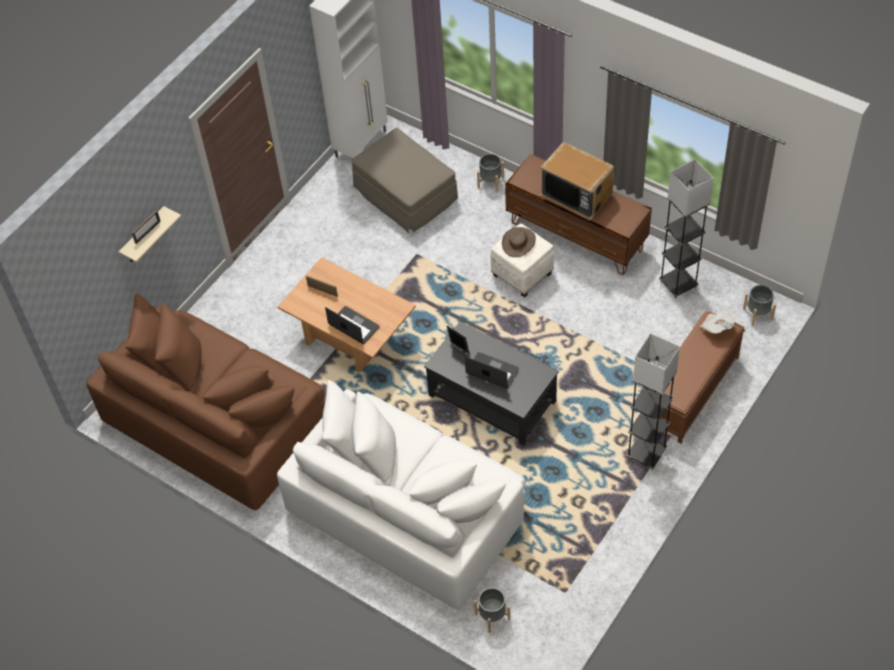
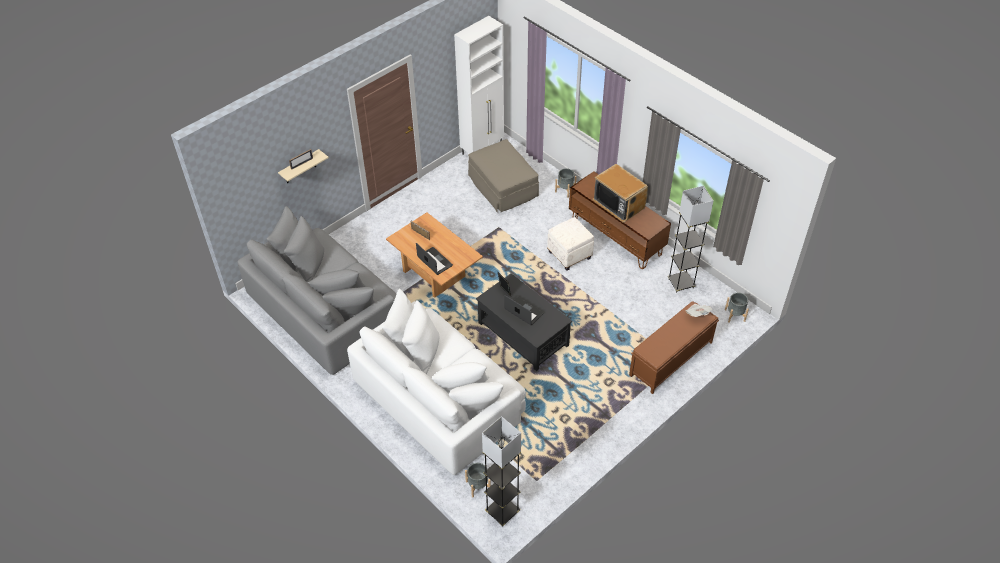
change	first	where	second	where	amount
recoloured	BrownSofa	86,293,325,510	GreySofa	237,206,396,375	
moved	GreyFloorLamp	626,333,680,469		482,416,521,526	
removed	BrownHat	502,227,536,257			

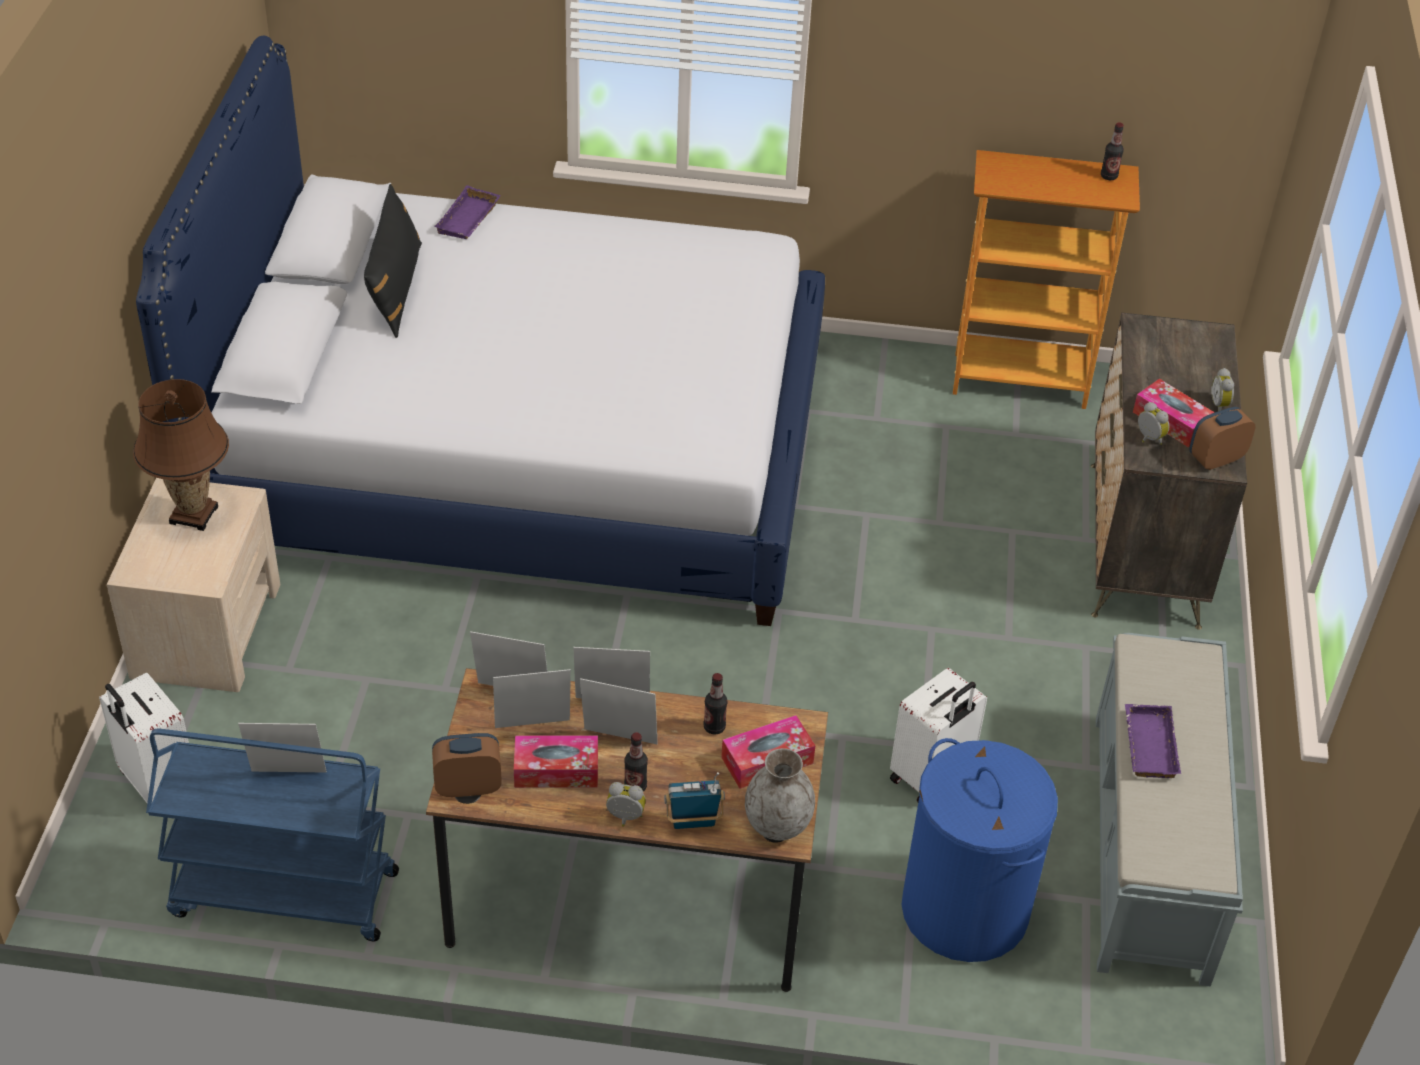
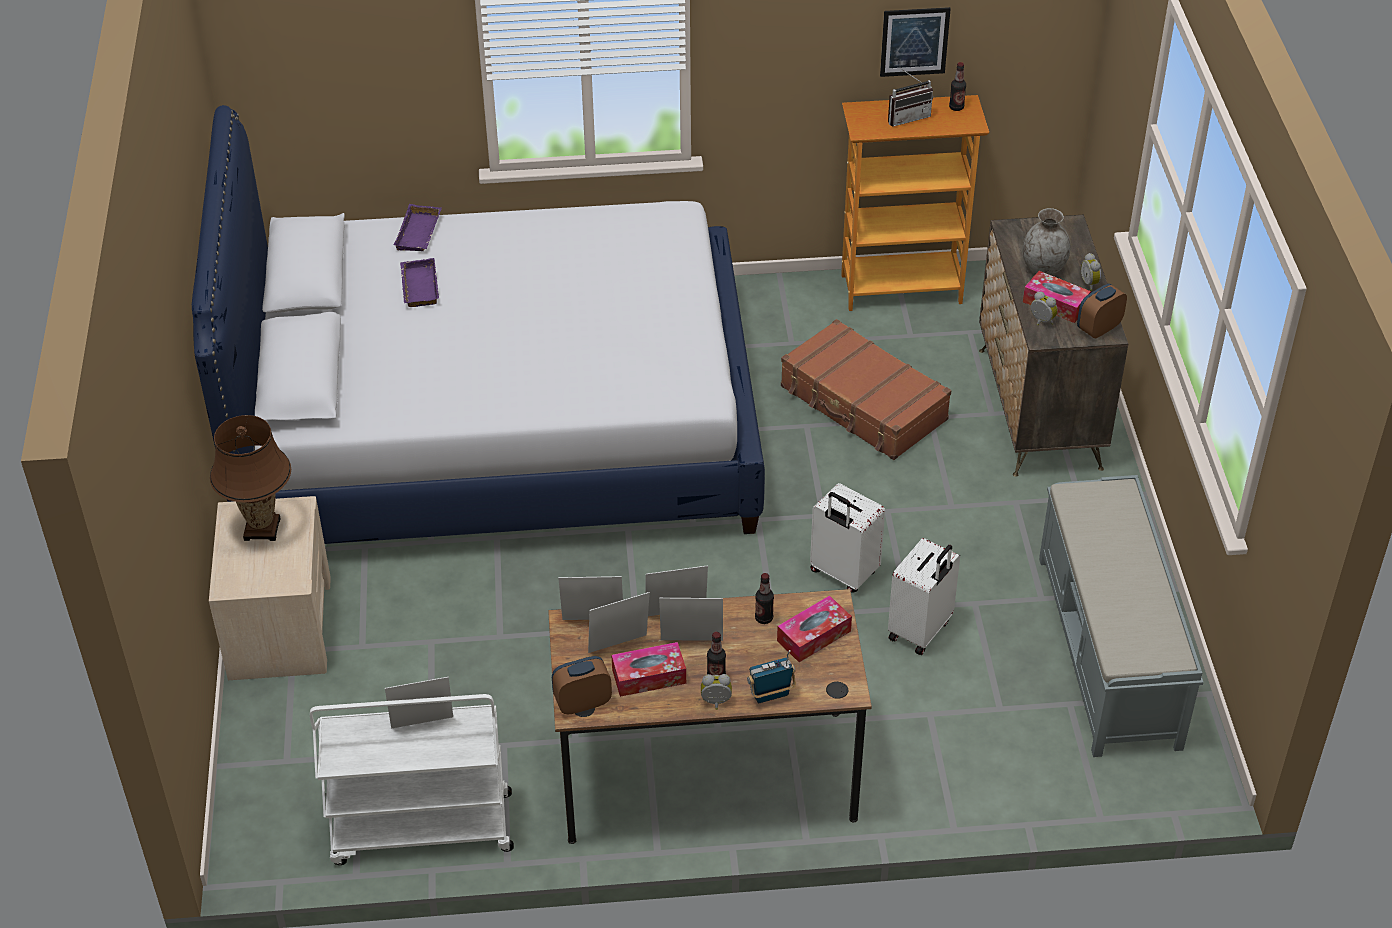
change	first	where	second	where	amount
recoloured	BlueCart	146,729,399,941	WhiteCart	310,694,514,865	
moved	PurpleTray	1125,704,1181,778		400,258,439,307	
added			BrownSuitcase	781,319,951,460	
moved	WhiteSuitcase	99,673,189,803		810,483,885,593	
added			Picture	880,7,951,77	
added			Radio	888,68,933,127	
moved	GreyVase	745,748,815,840		1022,208,1070,275	
removed	BlackPillow	364,184,422,338			
removed	BlueLaundryBasket	901,738,1058,962			

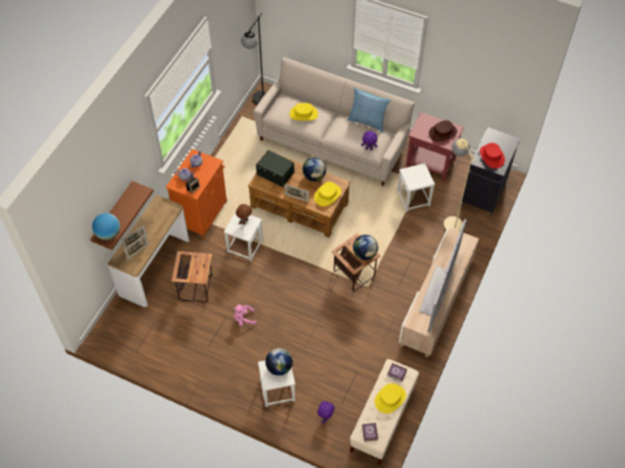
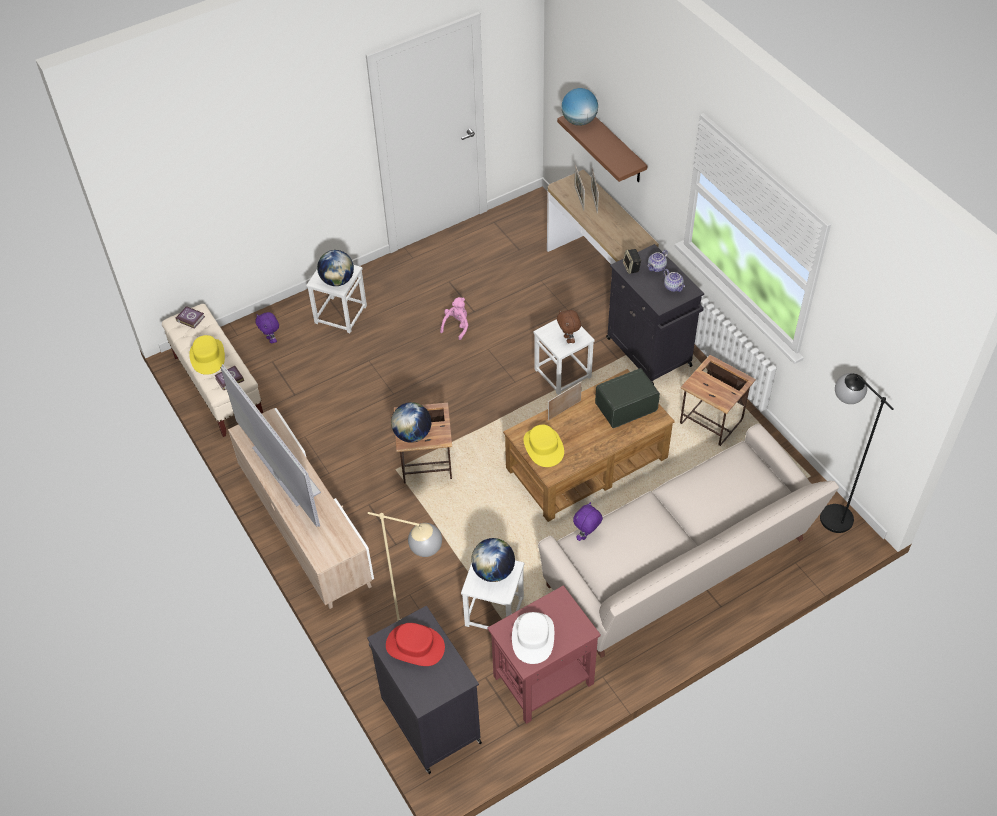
change	first	where	second	where	amount
moved	Globe	302,157,326,181		471,538,515,582	
recoloured	BrownHat	429,120,457,142	WhiteHat	512,612,554,664	
recoloured	OrangeCabinet	166,149,227,239	BlackCabinet	606,244,704,385	
moved	SideTable	172,251,212,302		680,355,756,446	
removed	YellowHat	290,103,318,121			
removed	Pillow	347,87,390,132			

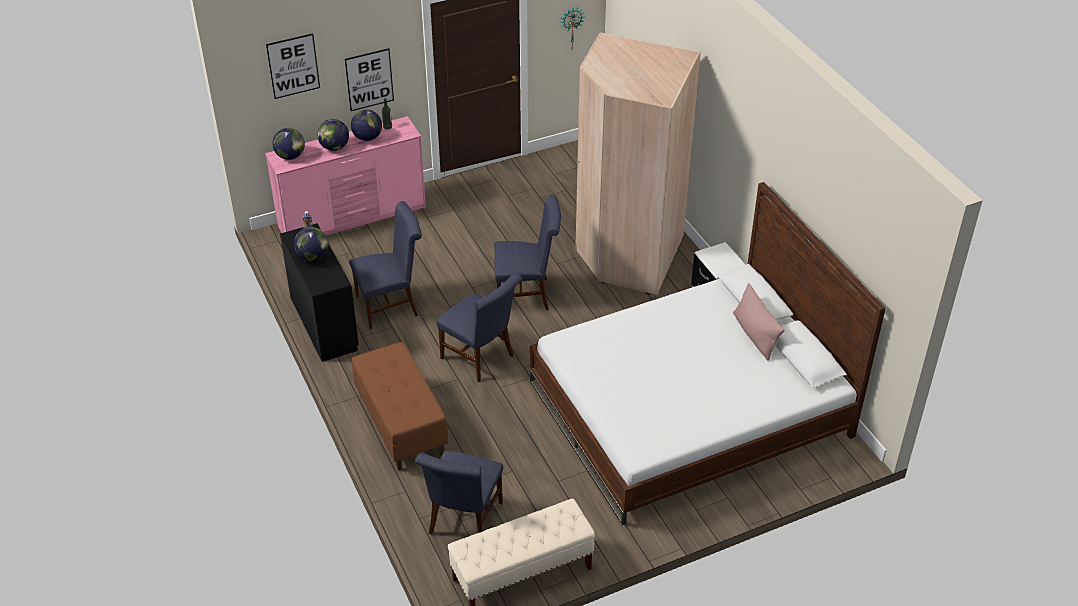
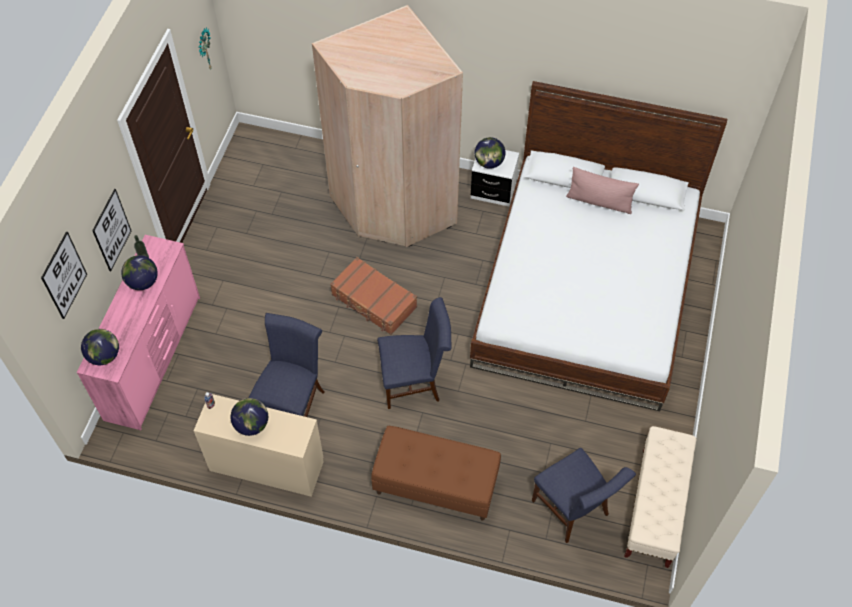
change	first	where	second	where	amount
recoloured	BlackDesk	280,223,359,362	BeigeDesk	194,394,324,497	
replaced	BlueChair	494,195,561,310	BrownSuitcase	330,257,417,335	
moved	Globe	317,119,349,151		475,137,506,169	

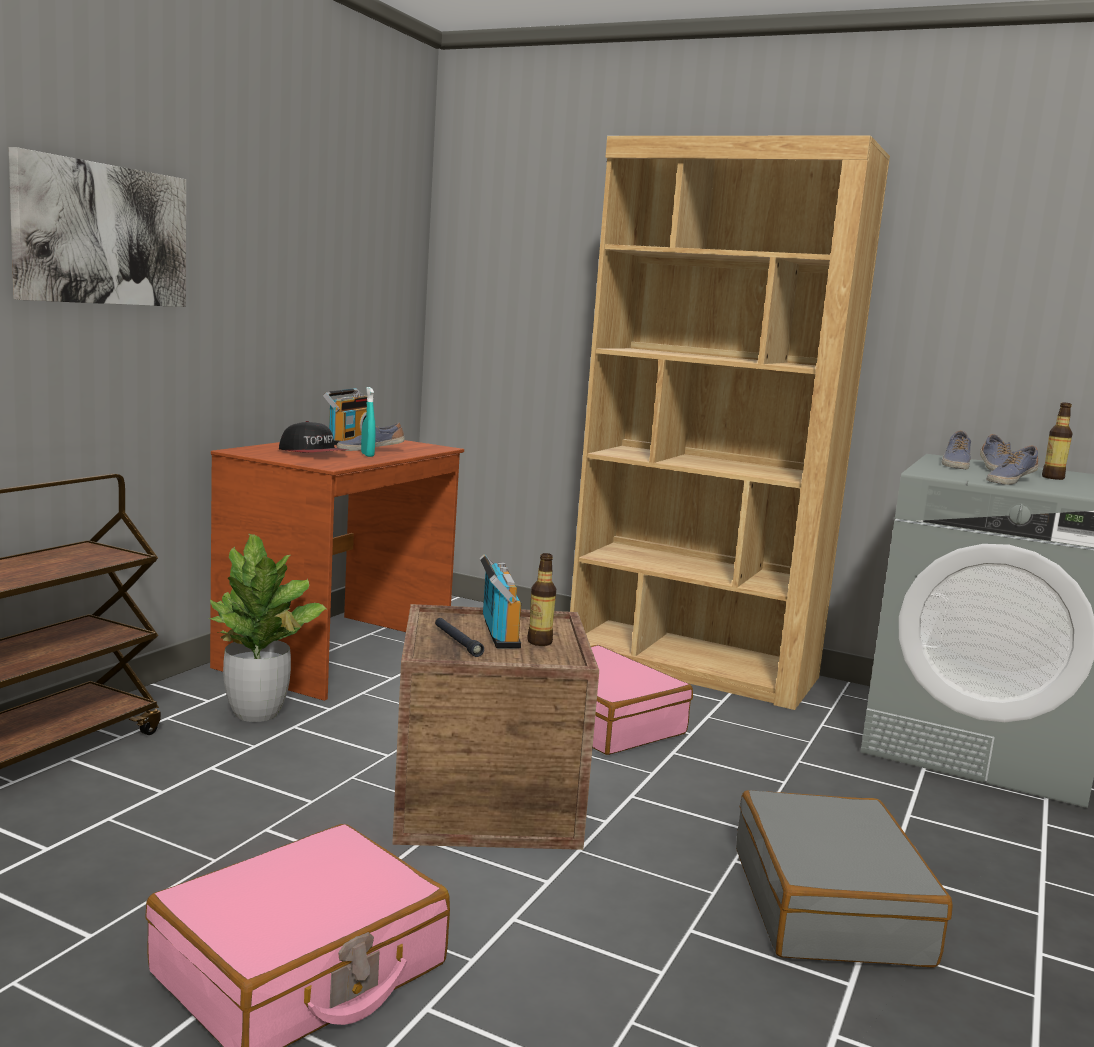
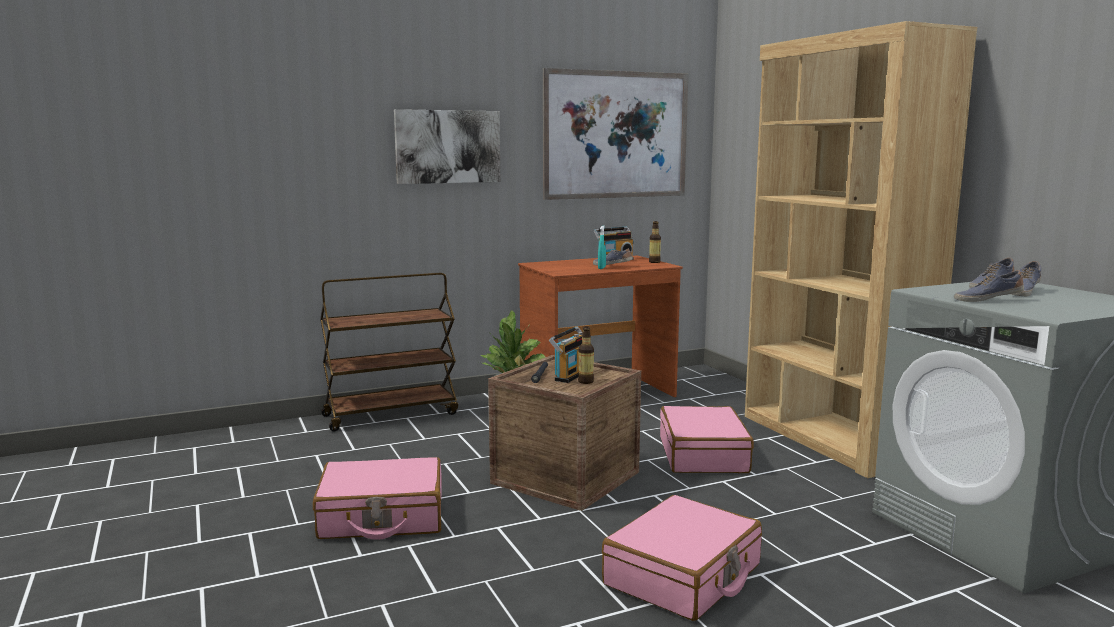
change	first	where	second	where	amount
added			Picture	543,68,688,200	
recoloured	GreySuitcase	736,790,953,968	PinkSuitcase	602,495,762,621	
moved	Bottle	1042,402,1073,480		649,221,661,263	
removed	Cap	279,421,348,452			

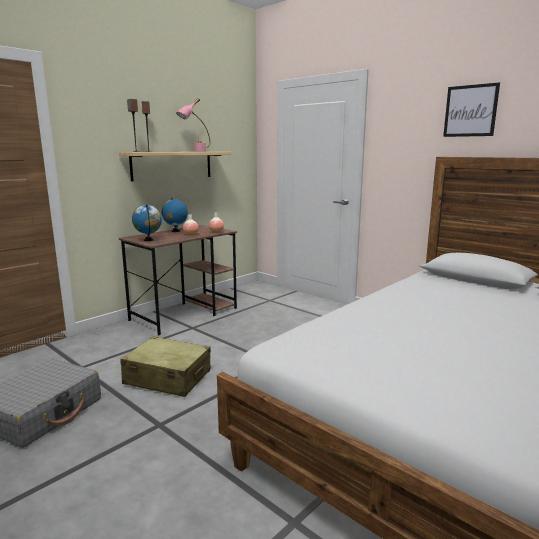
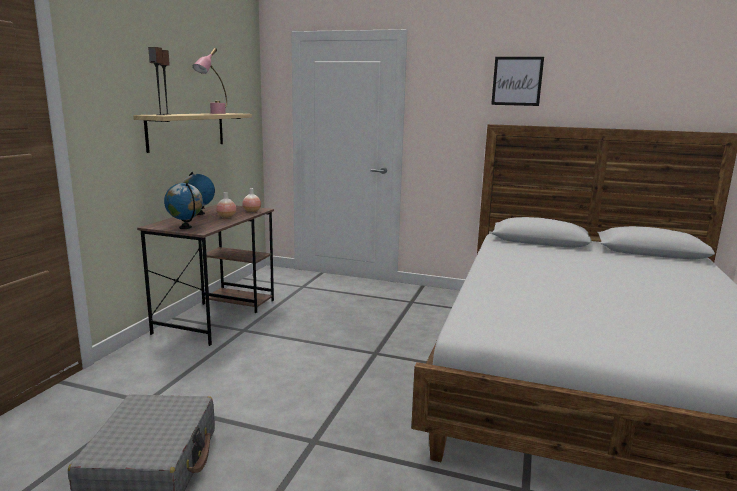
change	first	where	second	where	amount
removed	BeigeSuitcase	120,336,211,397			

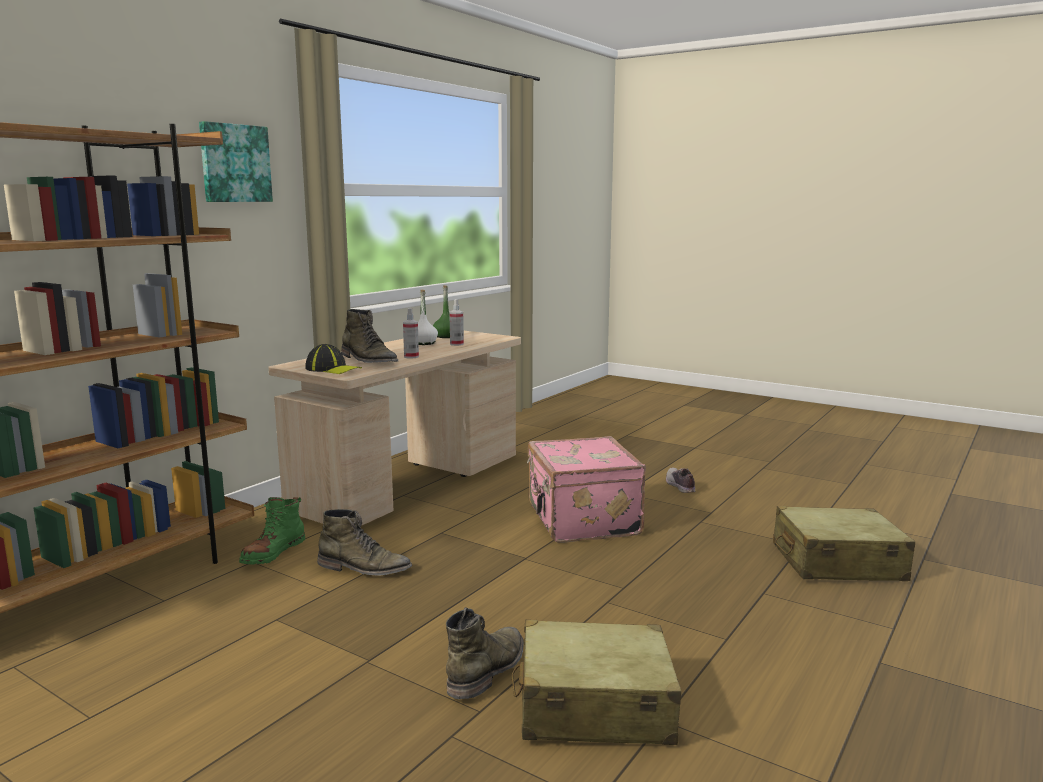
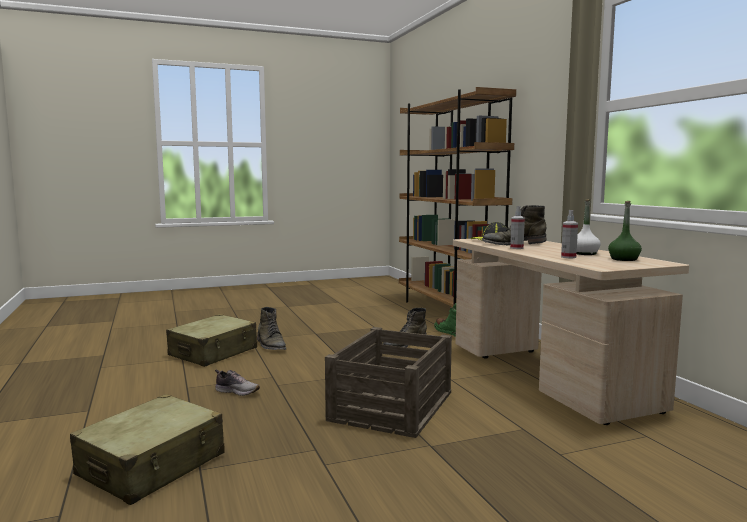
change	first	where	second	where	amount
moved	Shoe	666,468,695,493		215,369,260,396	
replaced	PinkSuitcase	527,436,646,543	Crate	325,327,452,438	
removed	Picture	199,121,273,202			

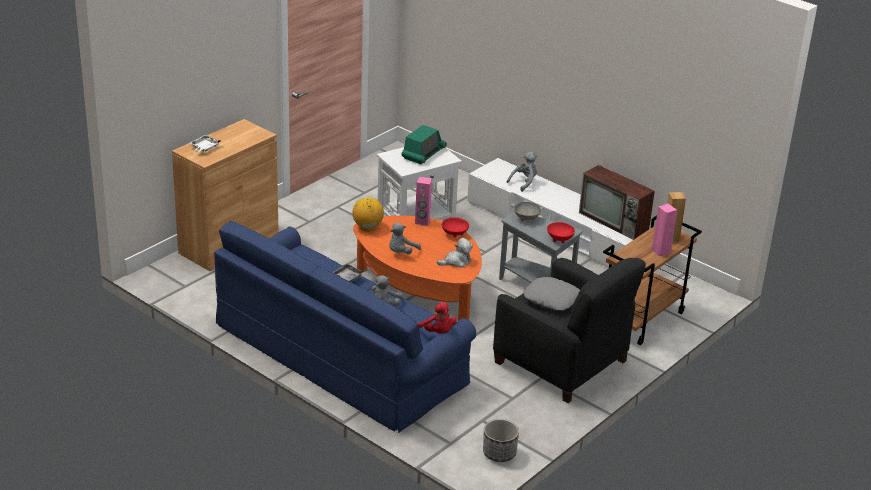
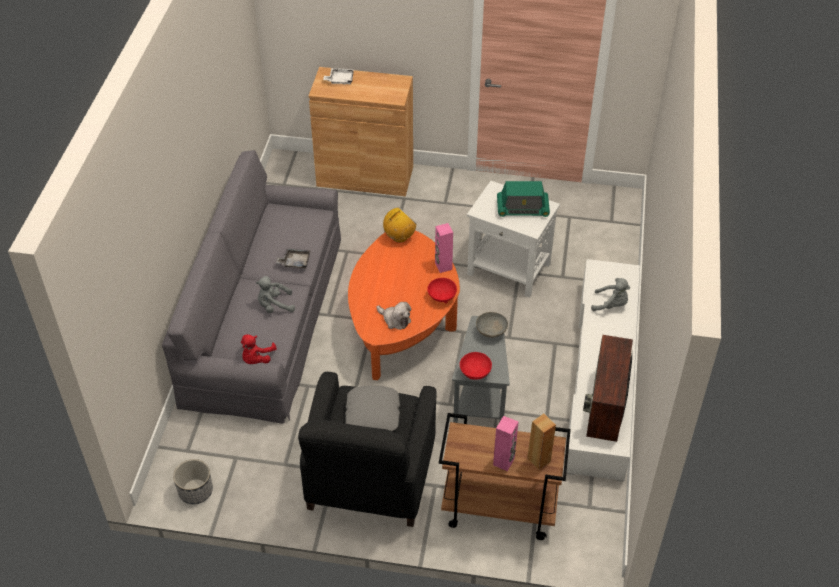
change	first	where	second	where	amount
recoloured	BlueSofa	214,221,476,433	GreySofa	162,150,341,424	
removed	GreyPlushToy	389,223,421,254			

